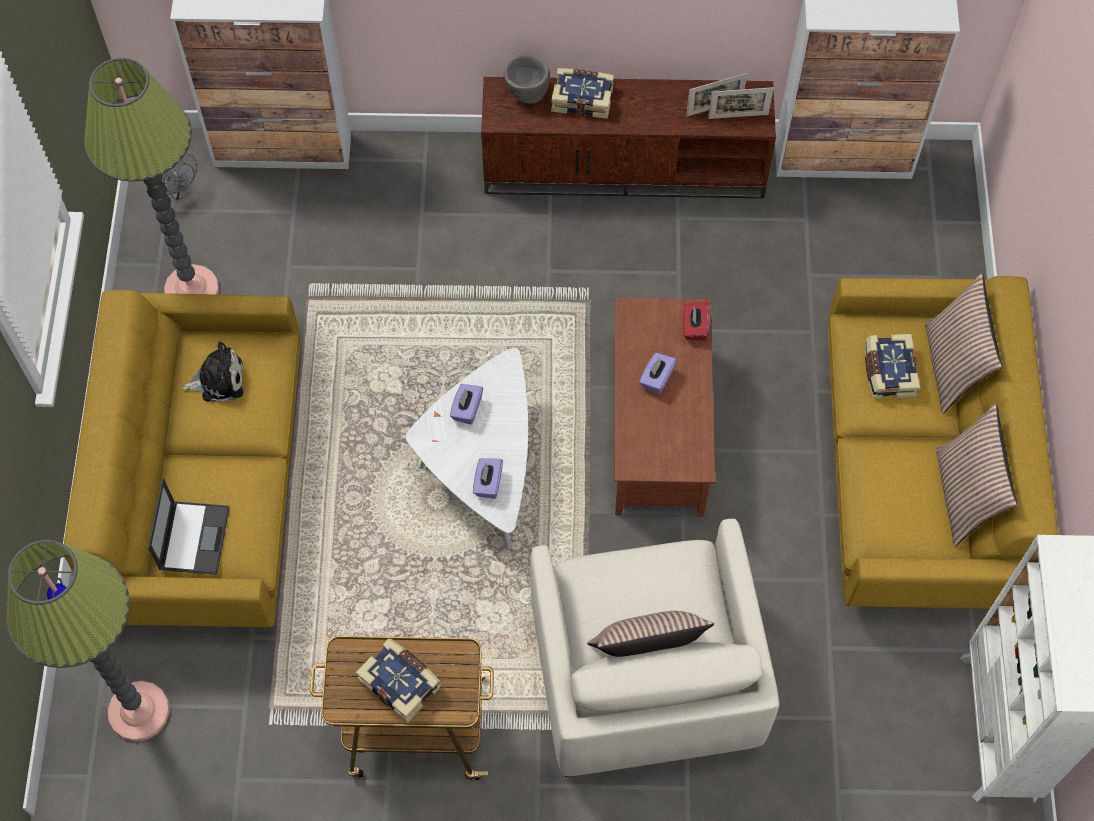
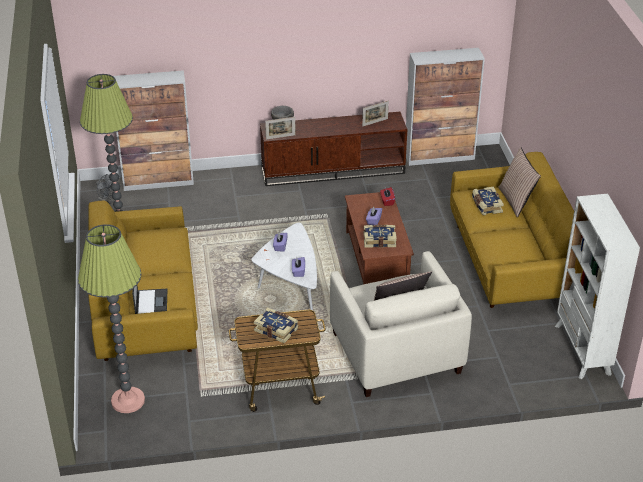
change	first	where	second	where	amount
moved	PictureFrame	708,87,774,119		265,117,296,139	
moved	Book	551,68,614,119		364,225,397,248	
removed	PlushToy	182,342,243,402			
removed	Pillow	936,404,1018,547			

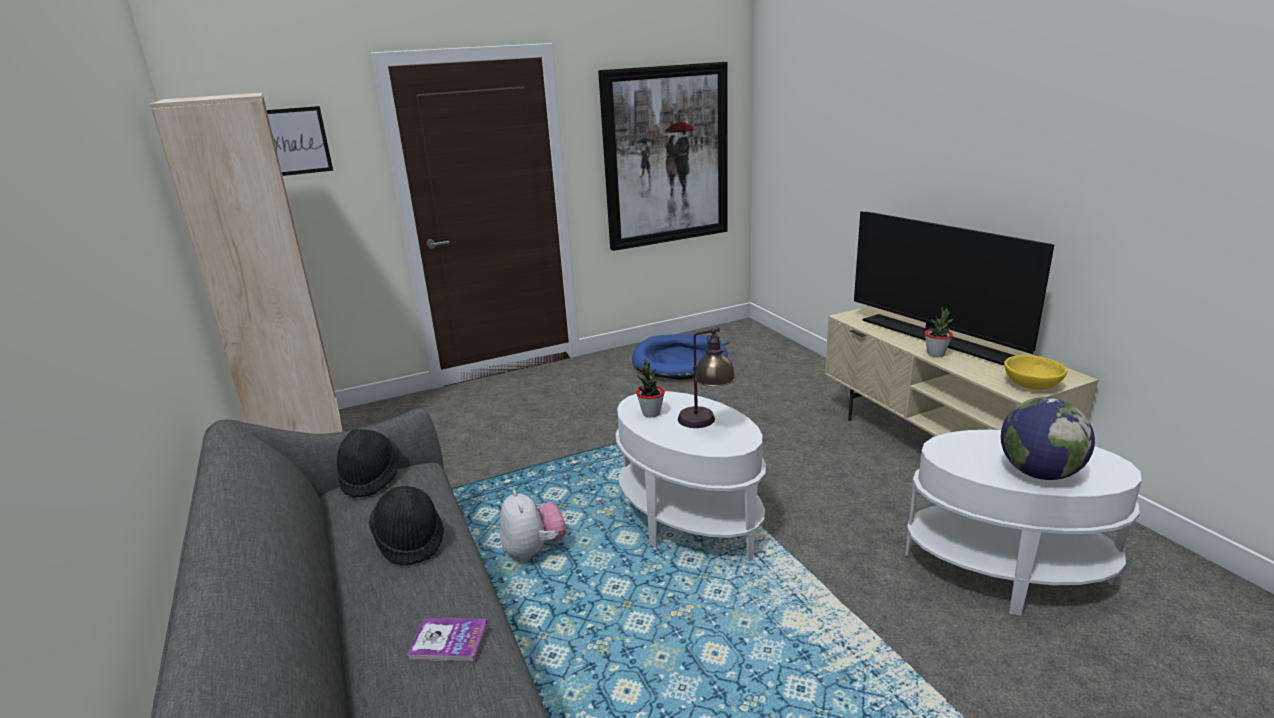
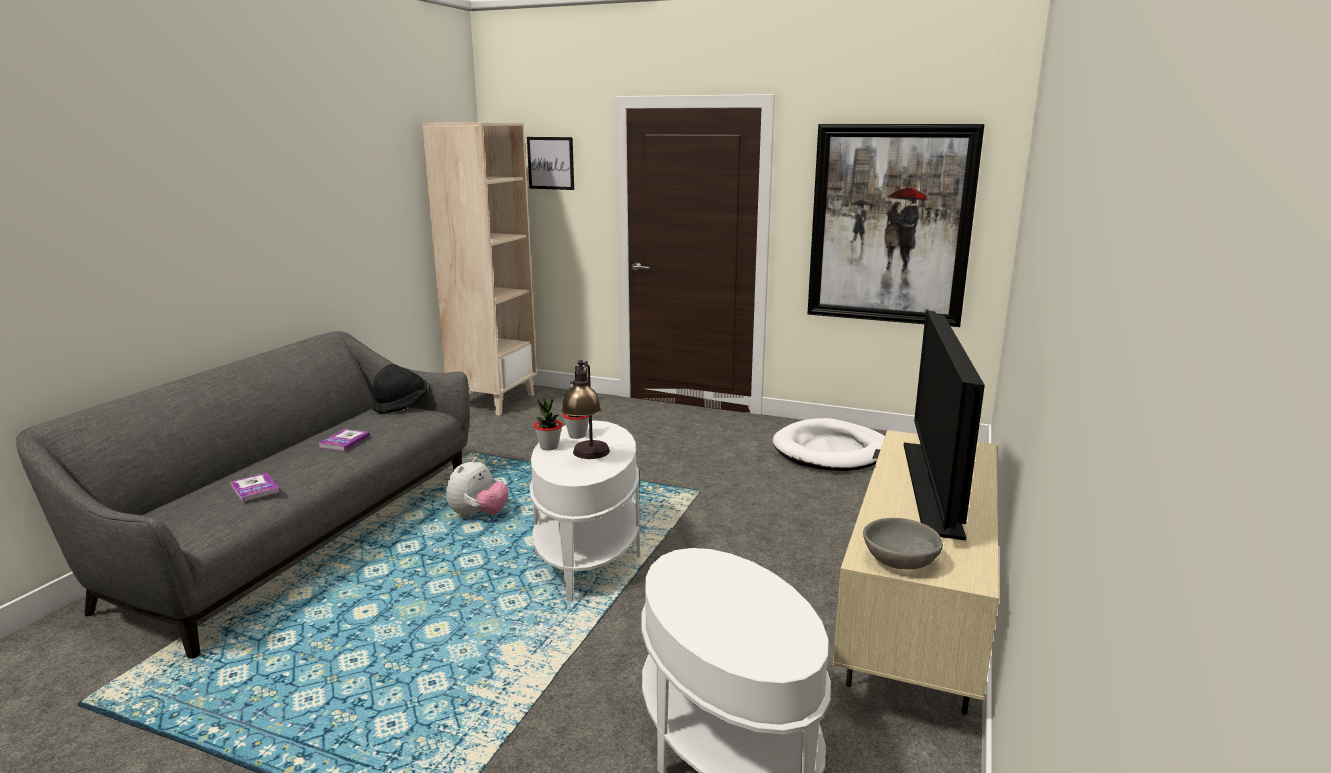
change	first	where	second	where	amount
replaced	BlackHat	369,486,444,566	Book	318,429,370,451	
moved	PottedPlant	925,307,954,357		534,396,562,450	
recoloured	BlueDogBed	632,334,728,380	WhiteDogBed	773,418,885,471	
recoloured	YellowBowl	1004,355,1067,390	GreyBowl	863,518,943,569	
removed	Globe	1001,397,1095,480			

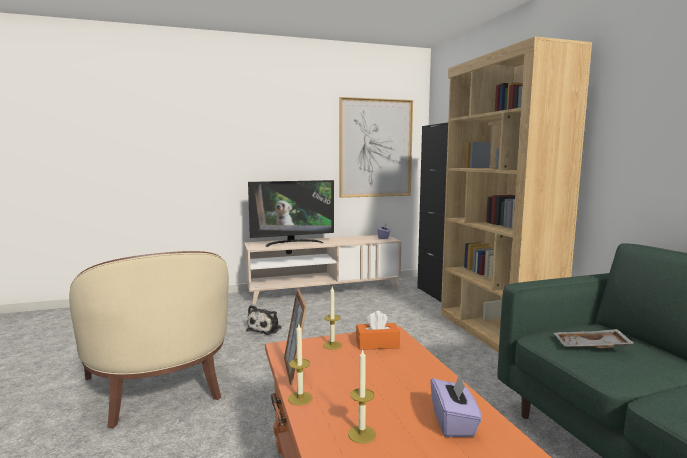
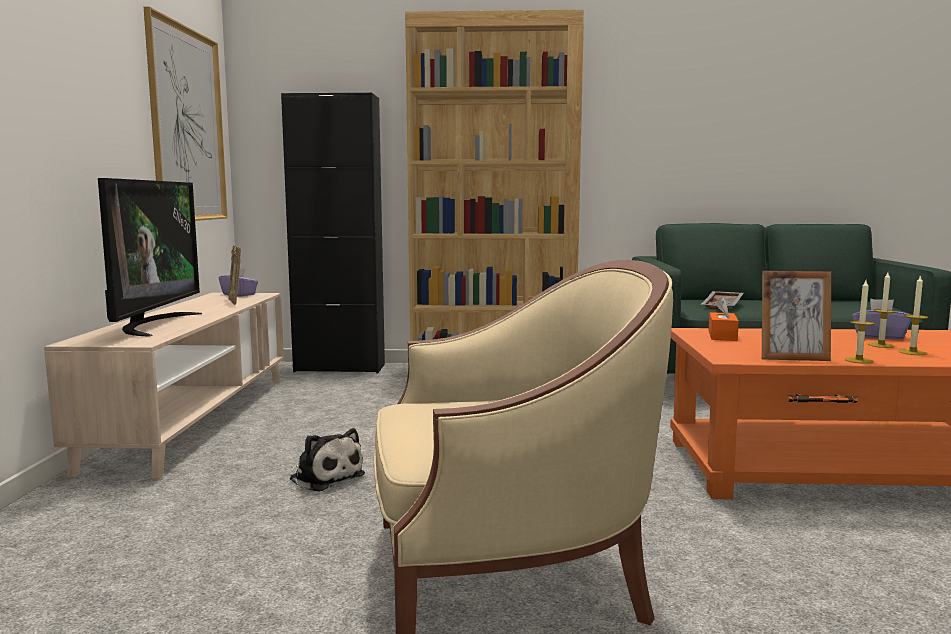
change	first	where	second	where	amount
added			PictureFrame	228,246,241,305	
moved	Candle	323,287,342,350		868,273,896,348	

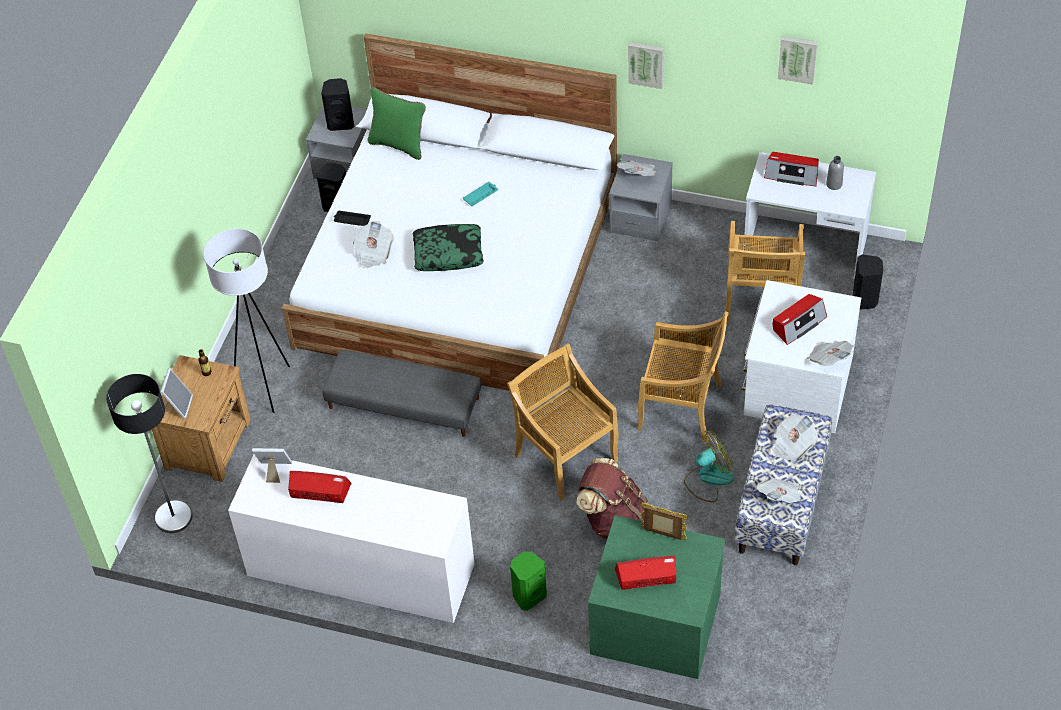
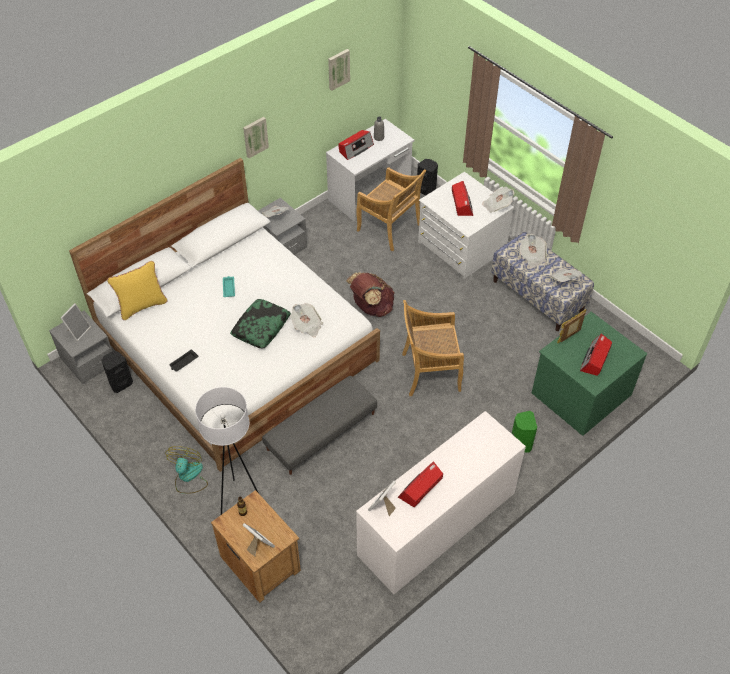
change	first	where	second	where	amount
replaced	BlackSpeaker	321,78,354,131	PictureFrame	60,303,91,341	
recoloured	GreenPillow	368,87,426,160	YellowPillow	107,261,167,320	
moved	Fan	684,430,734,502		165,446,208,494	
moved	Newspaper	353,221,394,268		290,303,323,337	
moved	BrownBackpack	577,458,648,539		346,272,395,317	
removed	FloorLamp	106,374,193,533			
removed	BeigeChair	637,311,728,442			

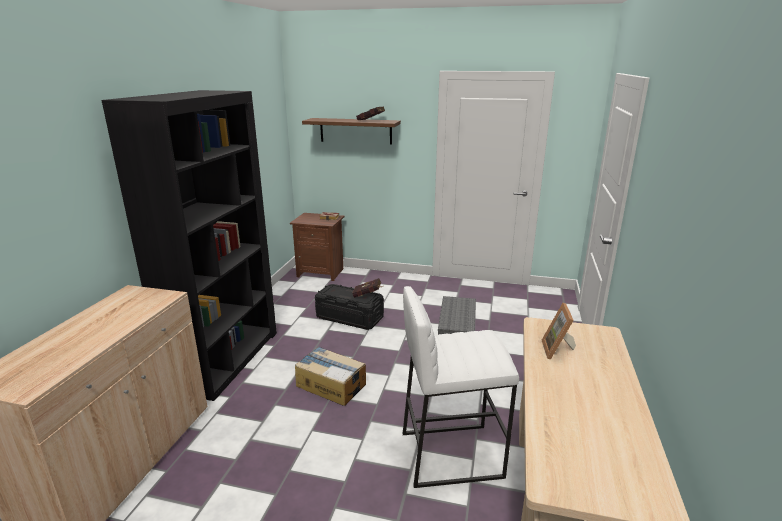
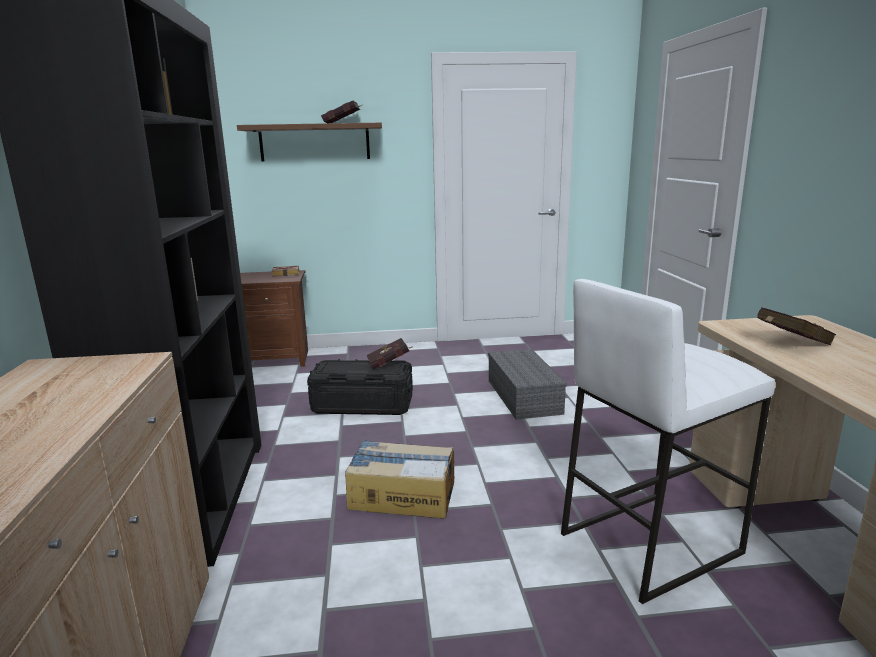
change	first	where	second	where	amount
replaced	PictureFrame	542,303,576,360	RedBook	757,308,836,345	

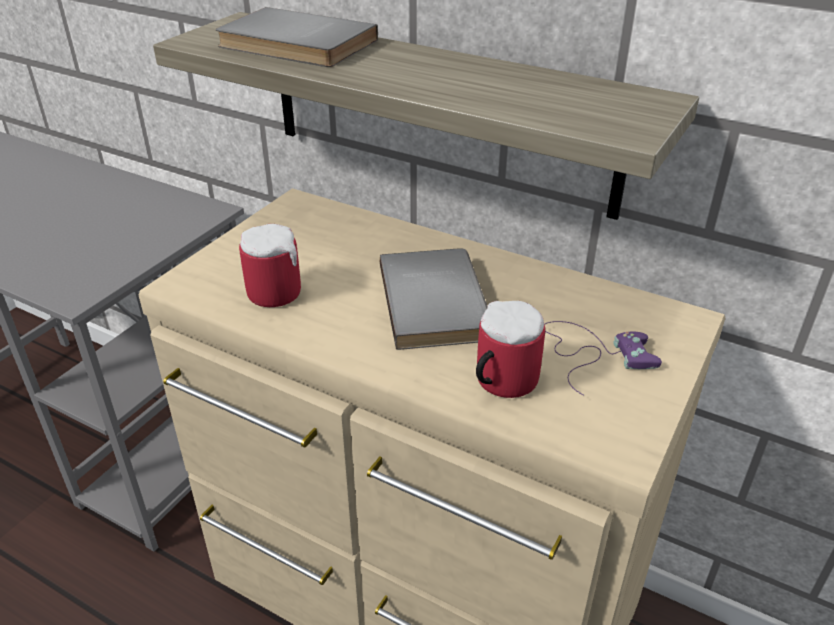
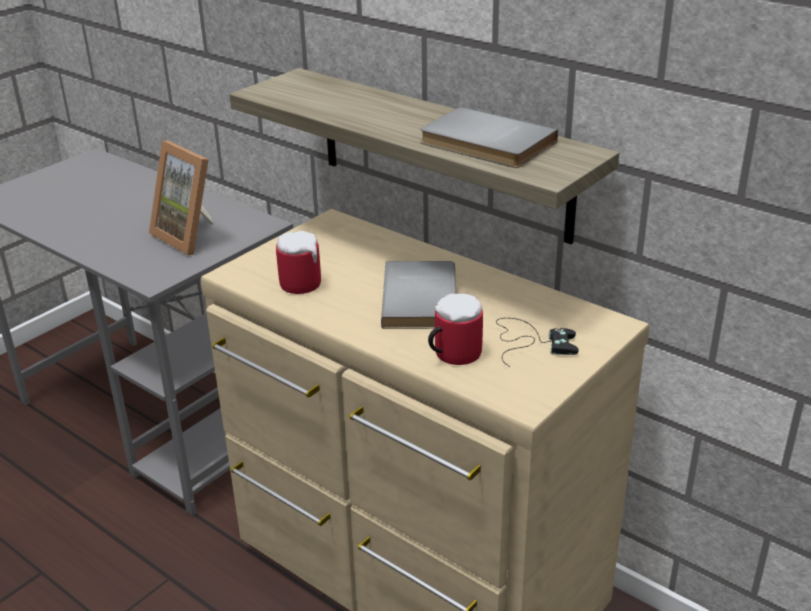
change	first	where	second	where	amount
added			PictureFrame	149,141,213,255	
moved	GreyBook	216,7,378,67		420,107,558,168	
recoloured	PurpleGameController	544,321,662,395	BlackGameController	496,318,579,367	

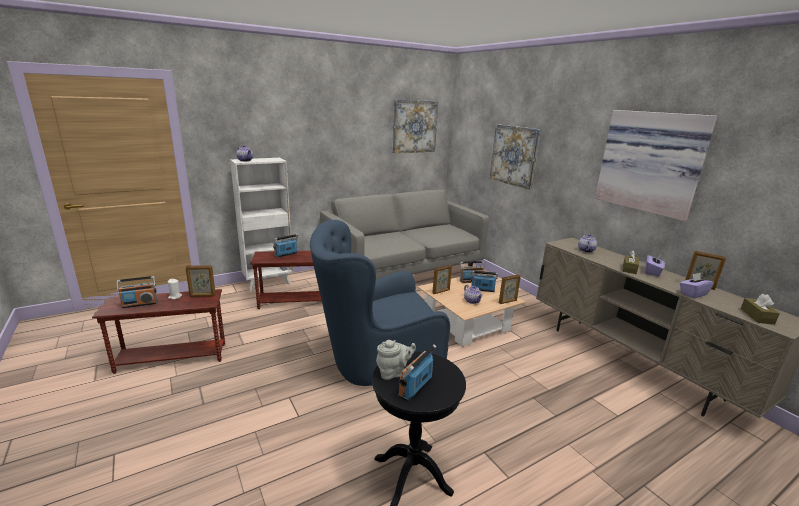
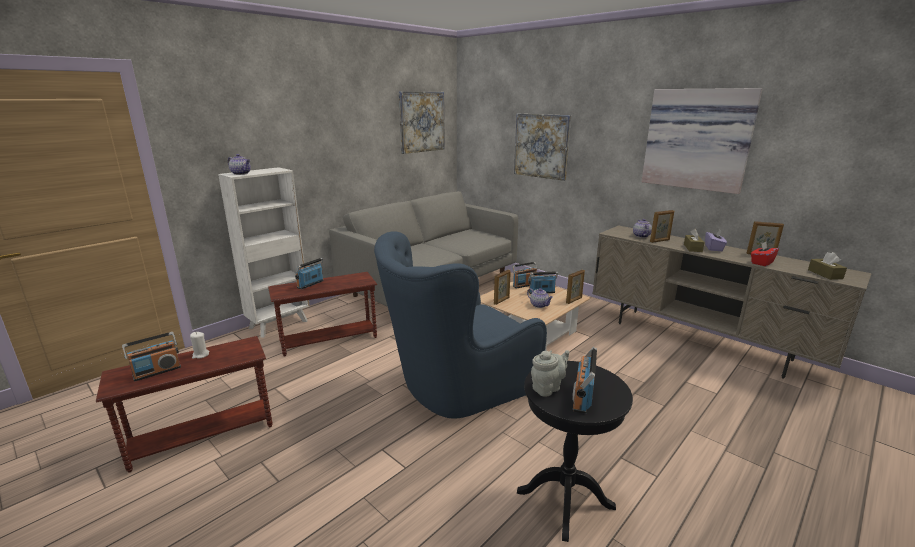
change	first	where	second	where	amount
moved	PictureFrame	185,265,216,297		650,210,674,243	
recoloured	PurpleTissueBox	680,273,714,298	RedTissueBox	751,242,779,266	

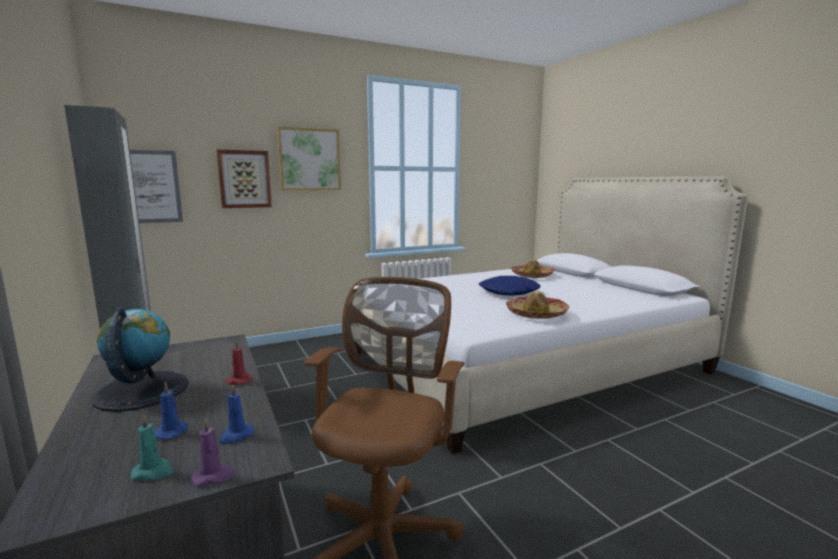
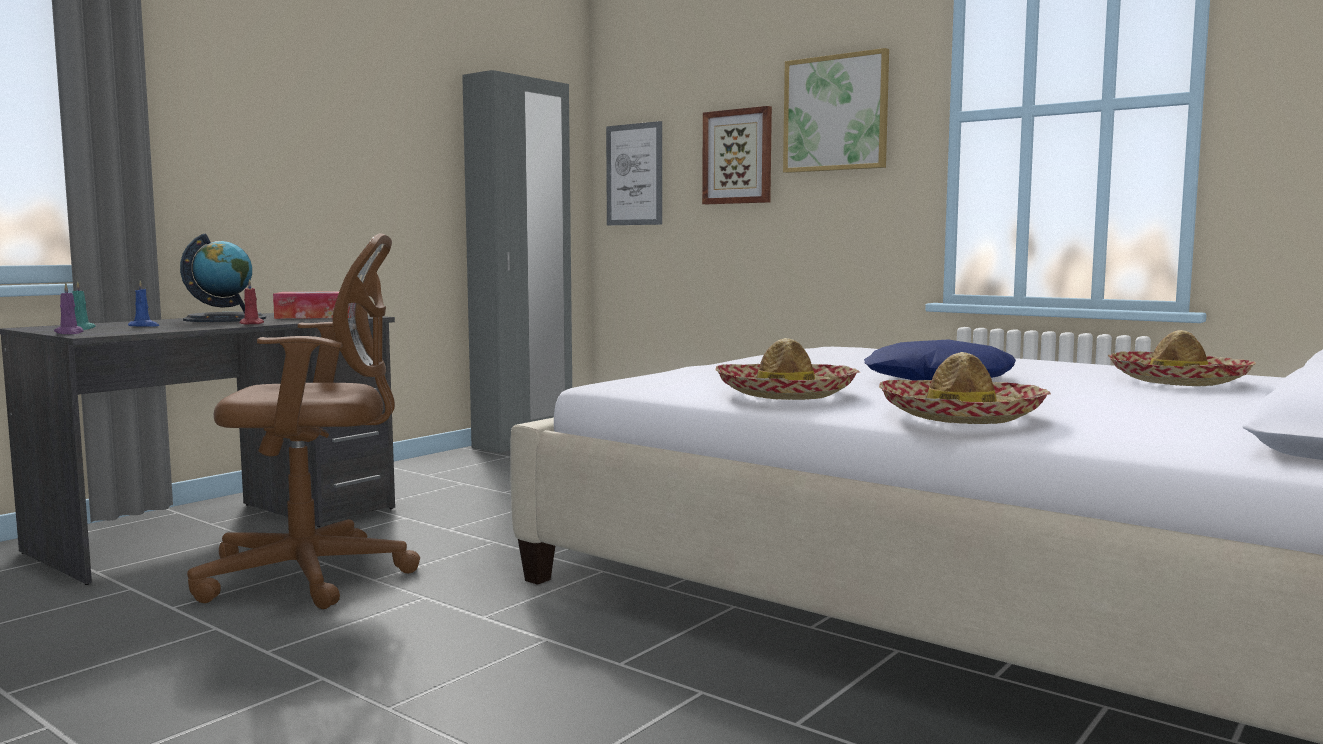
change	first	where	second	where	amount
added			TissueBox	273,291,351,319	
added			Hat	879,352,1051,424	
removed	BlueCandle	219,384,254,444			

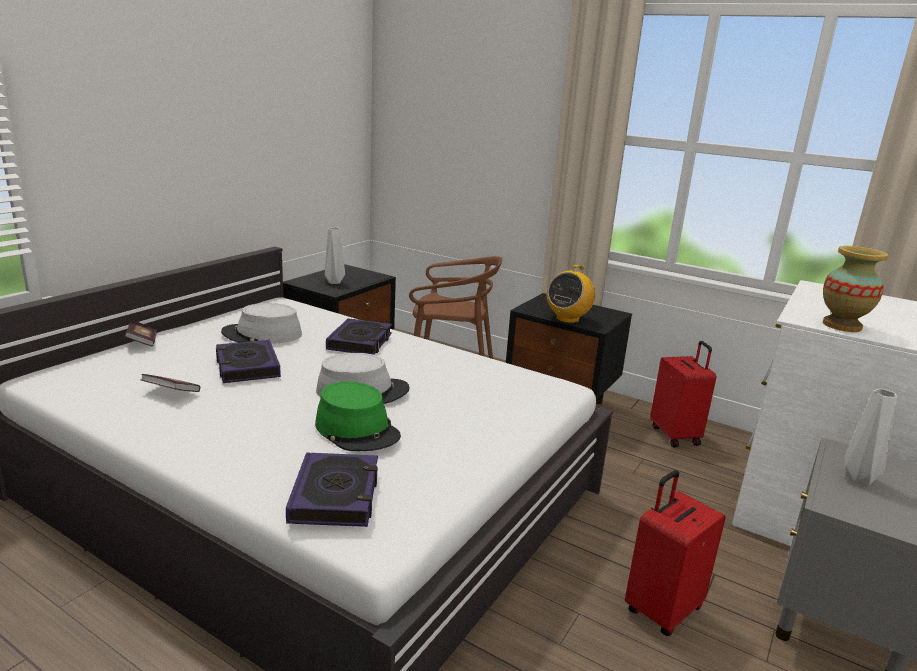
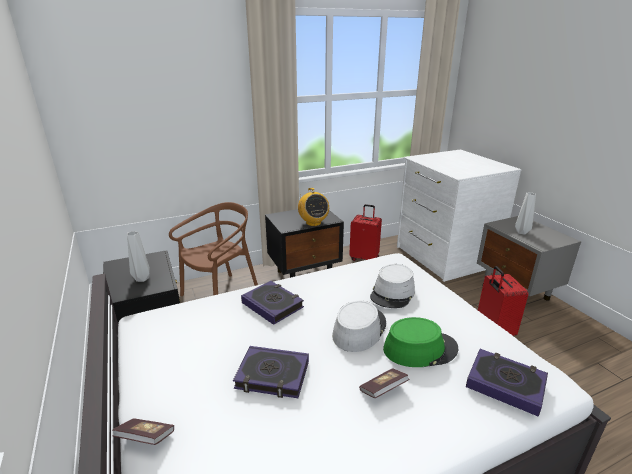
change	first	where	second	where	amount
moved	Book	140,374,200,392		359,368,410,398	
moved	GreyHat	221,303,302,344		370,264,415,308	
removed	Vase	823,246,888,332			

